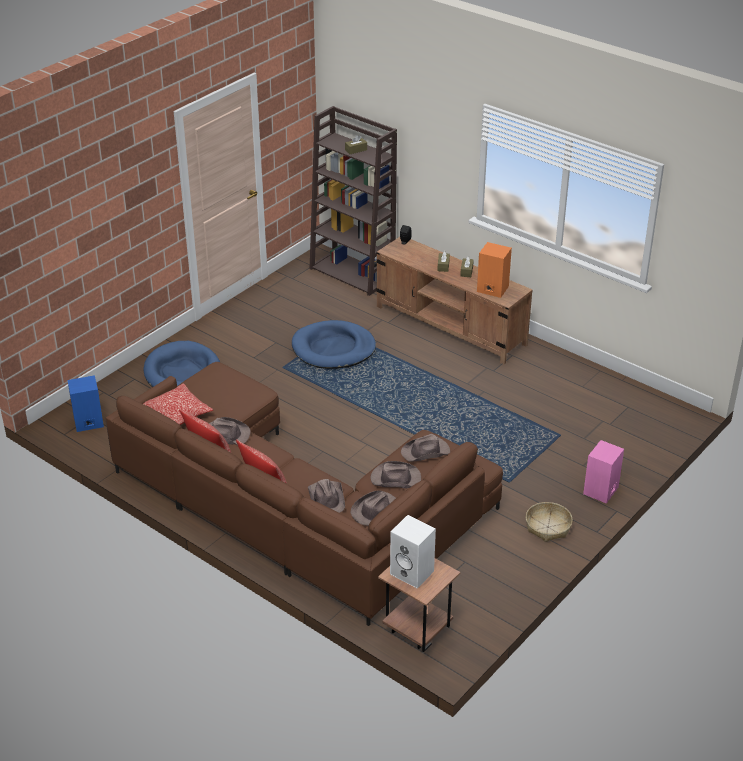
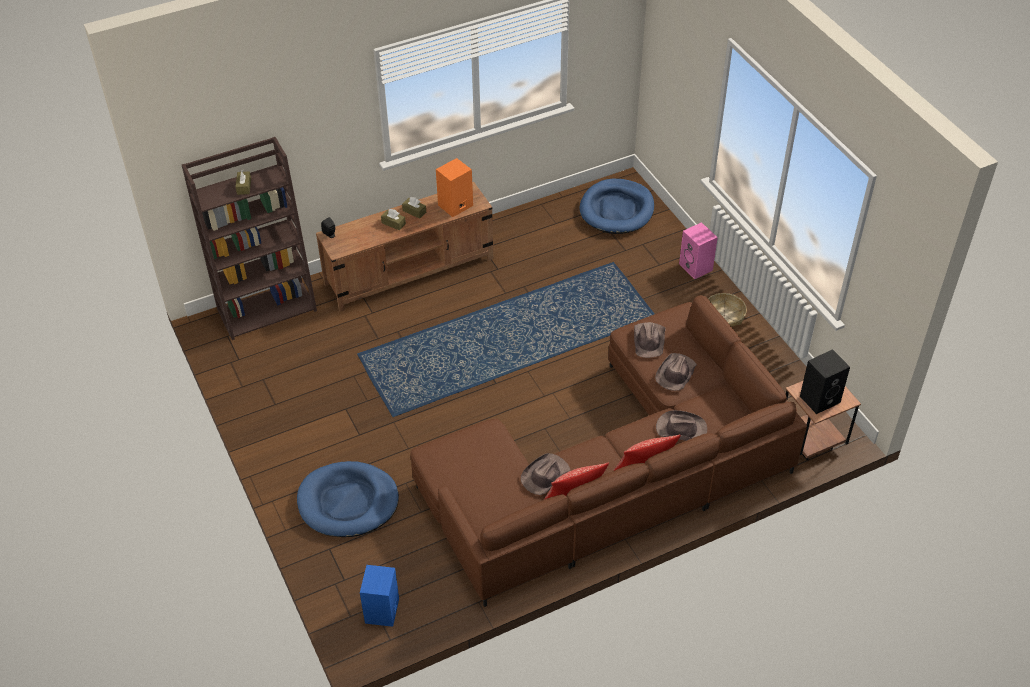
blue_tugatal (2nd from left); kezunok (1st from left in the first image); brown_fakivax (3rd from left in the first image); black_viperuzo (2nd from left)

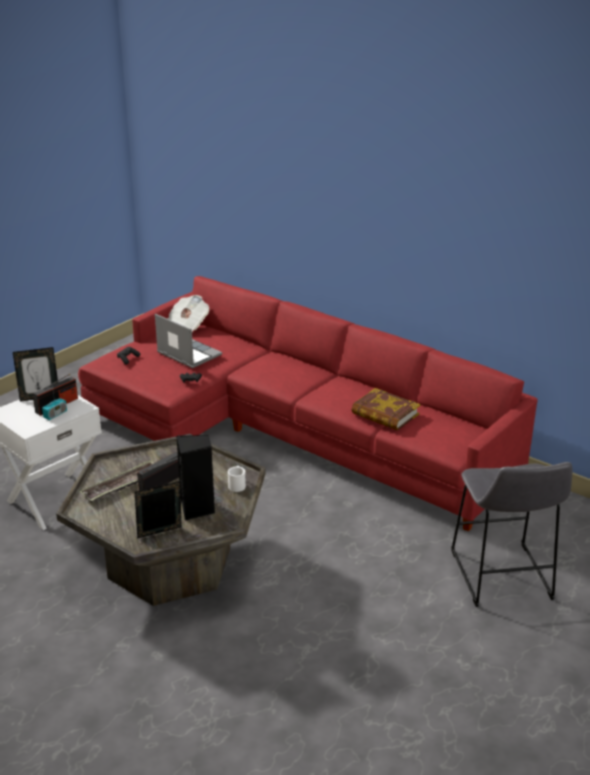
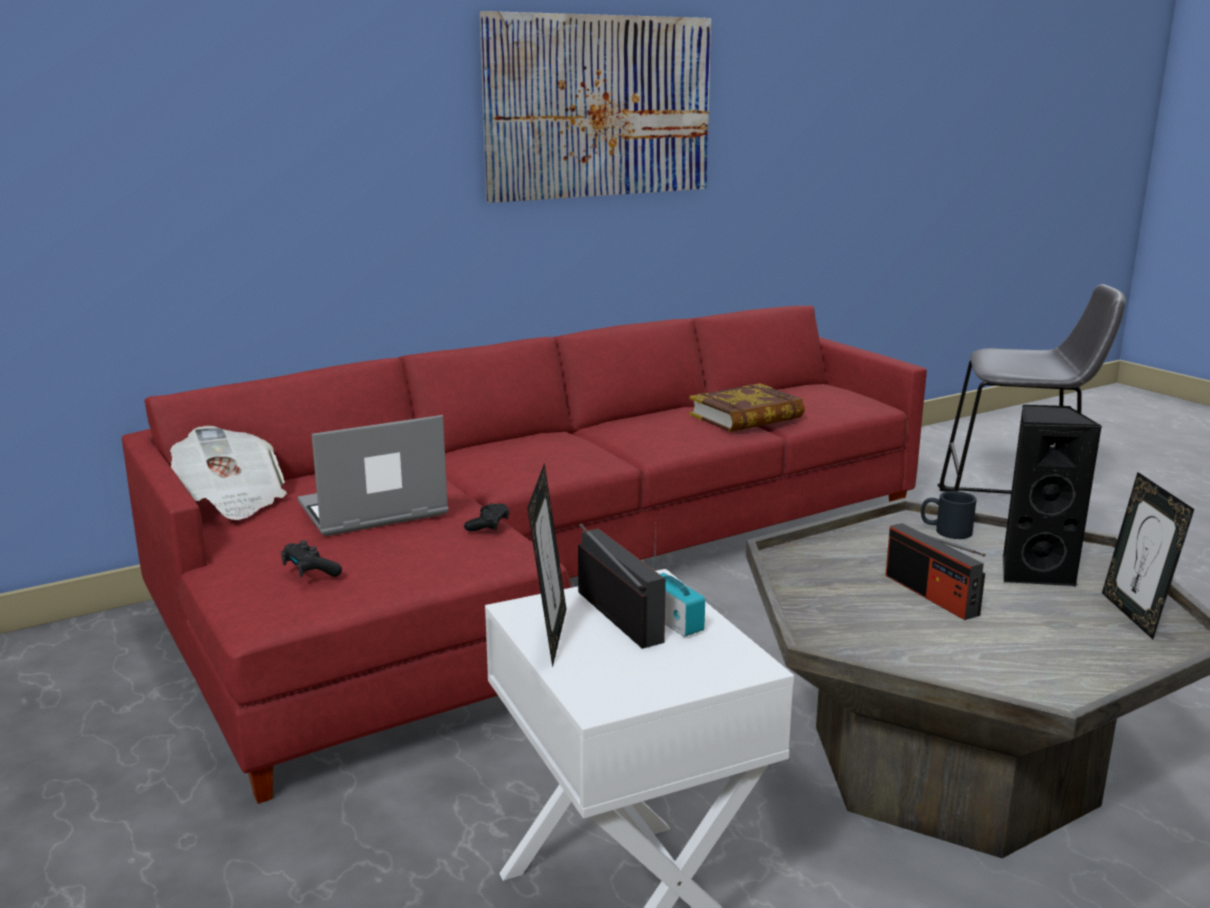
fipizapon; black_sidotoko; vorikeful

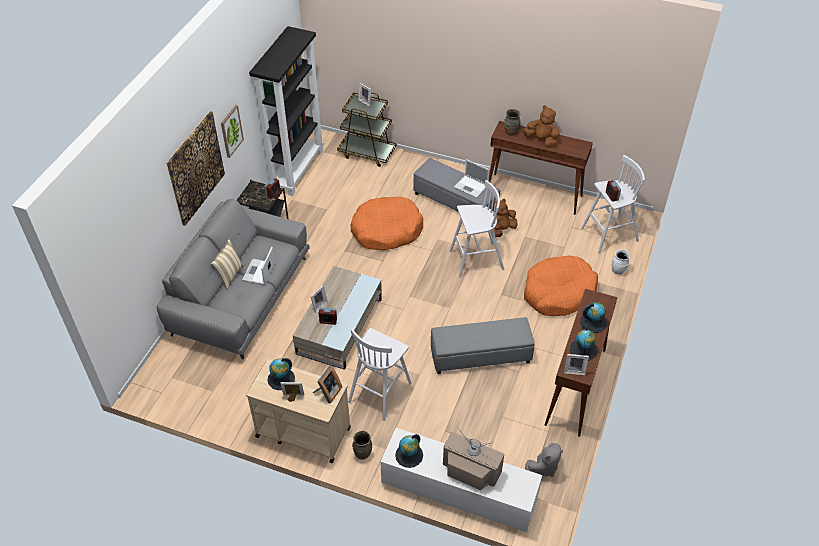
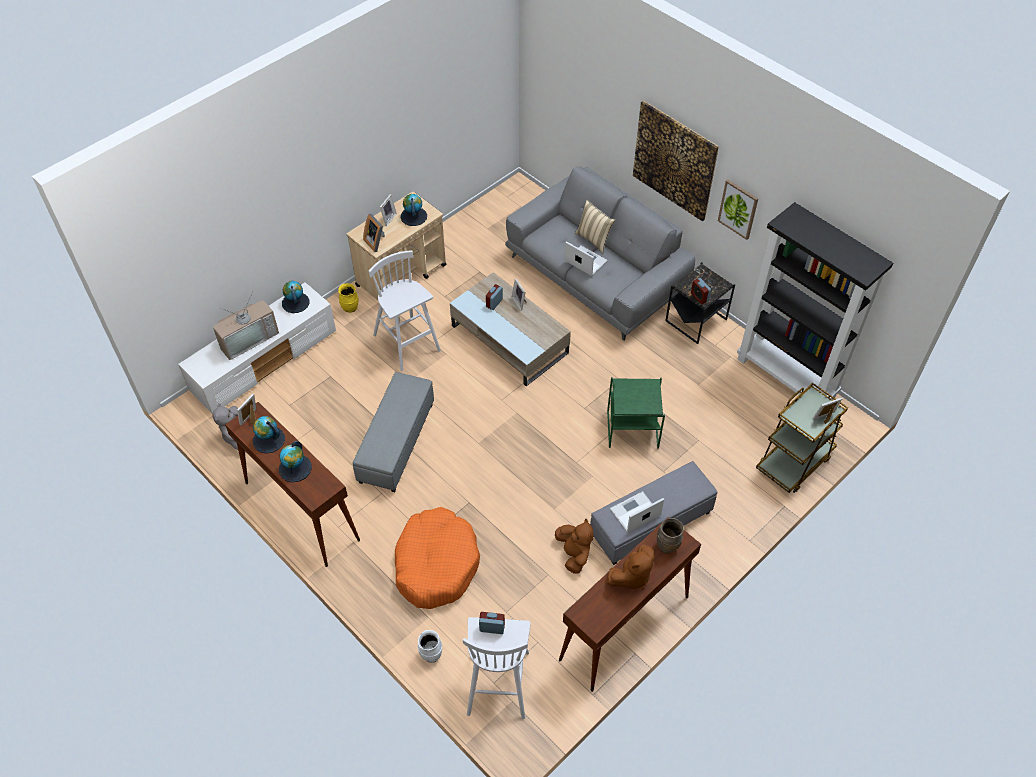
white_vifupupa (2nd from left in the first image); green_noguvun; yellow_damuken

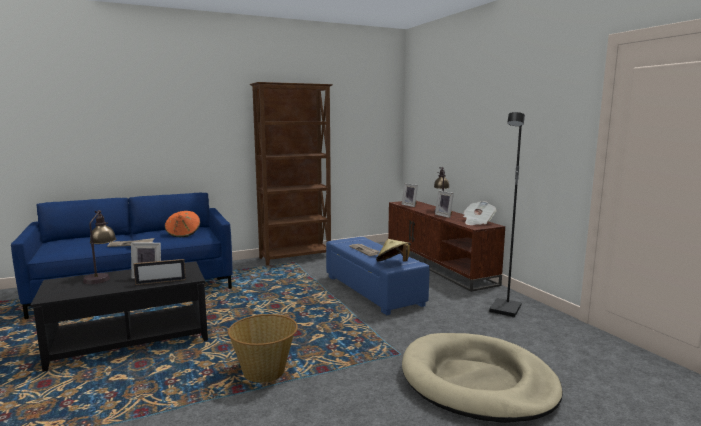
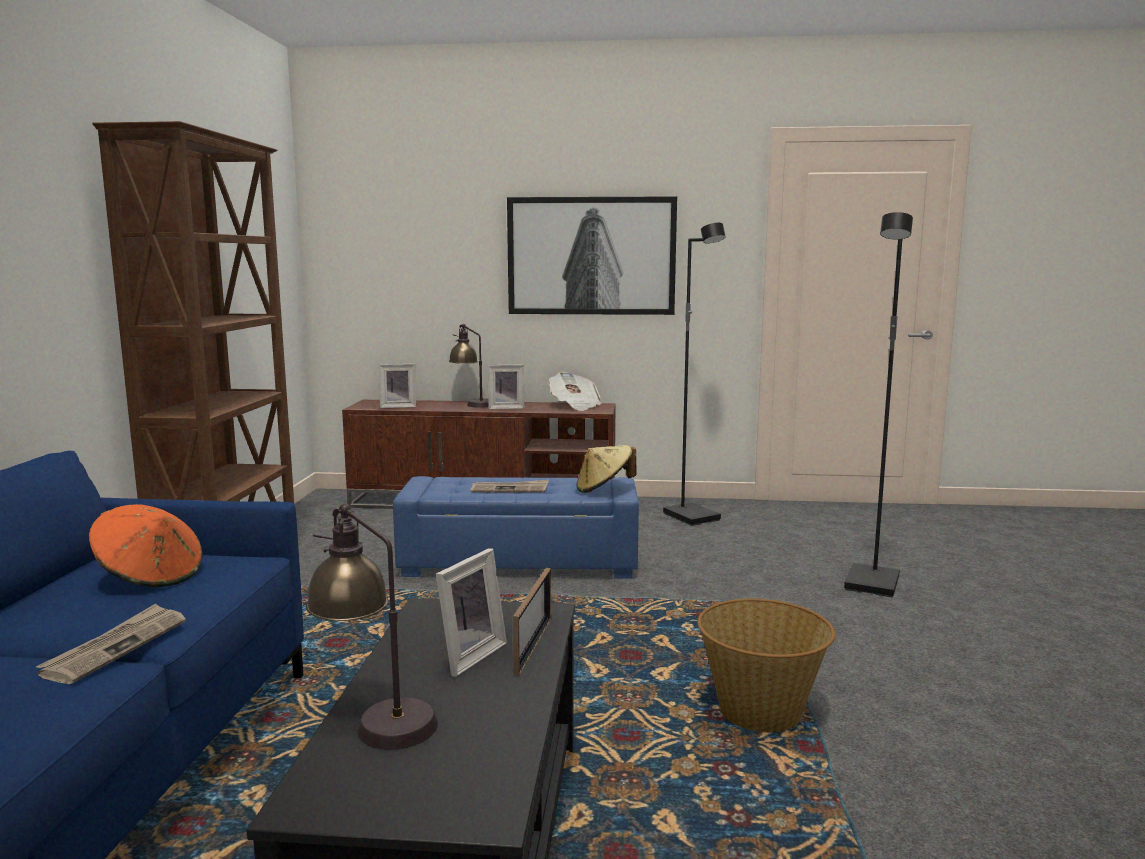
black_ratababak (2nd from left); vorikeful

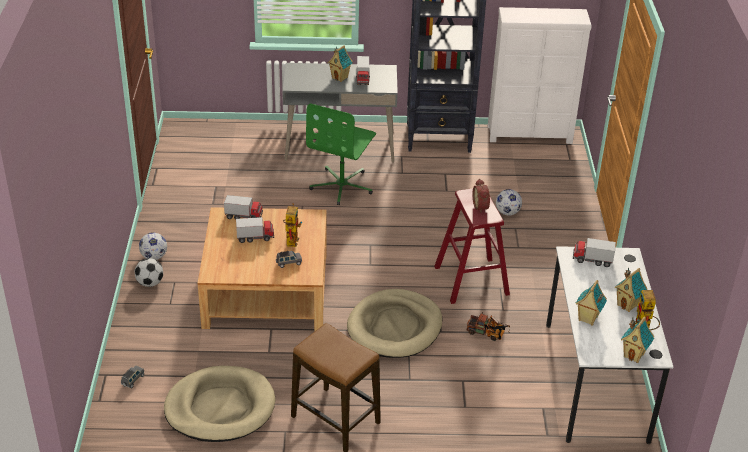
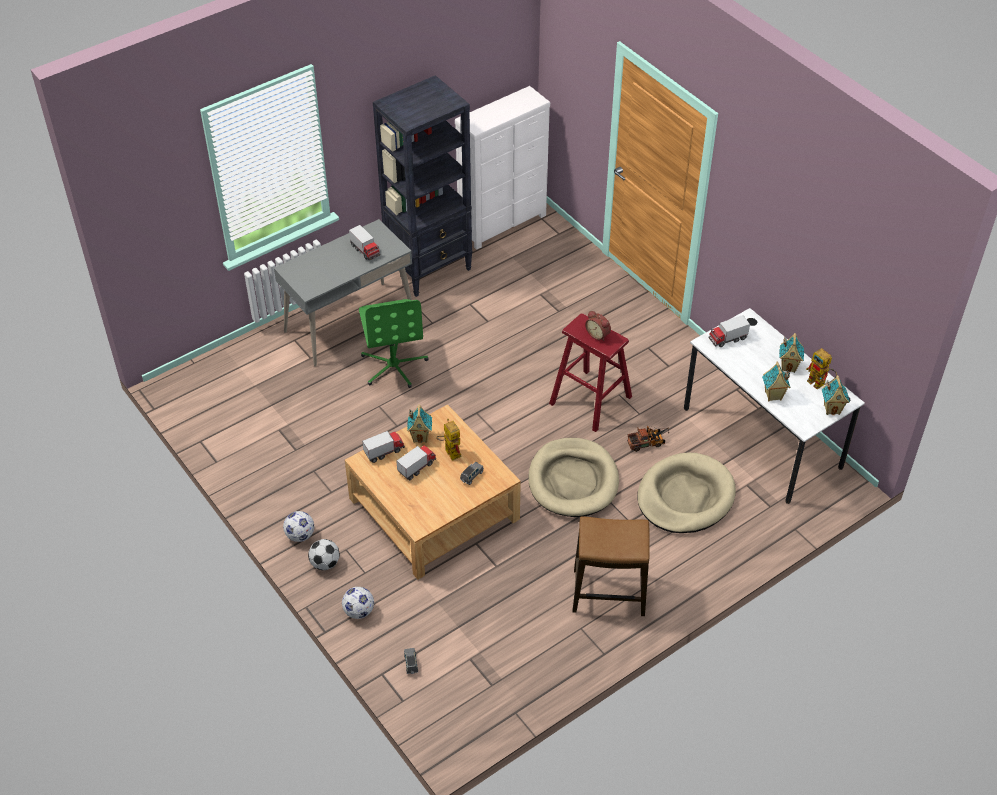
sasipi (1st from left); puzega (3rd from left); beige_tugatal (2nd from left)

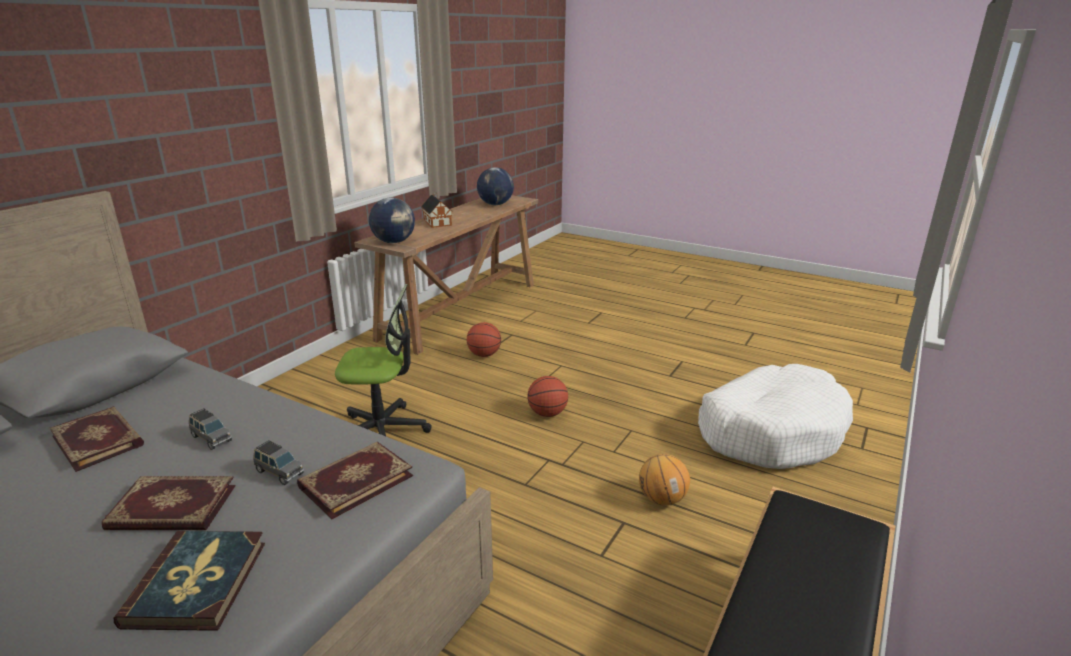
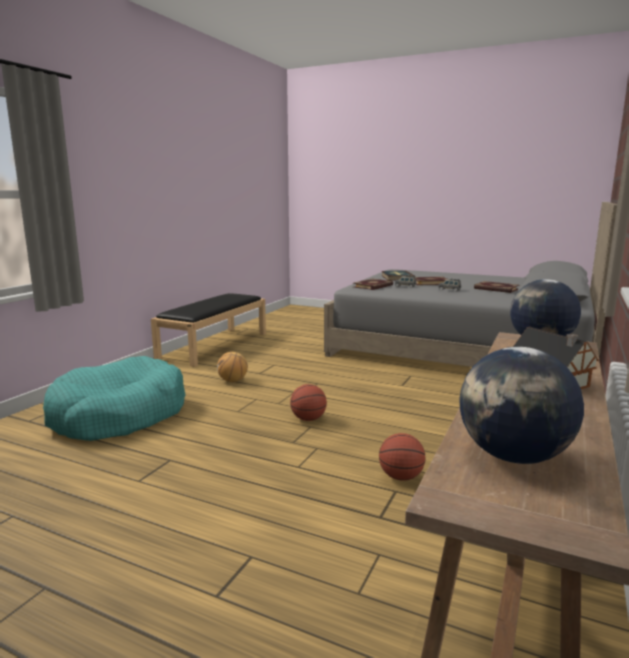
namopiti; turquoise_tugatal

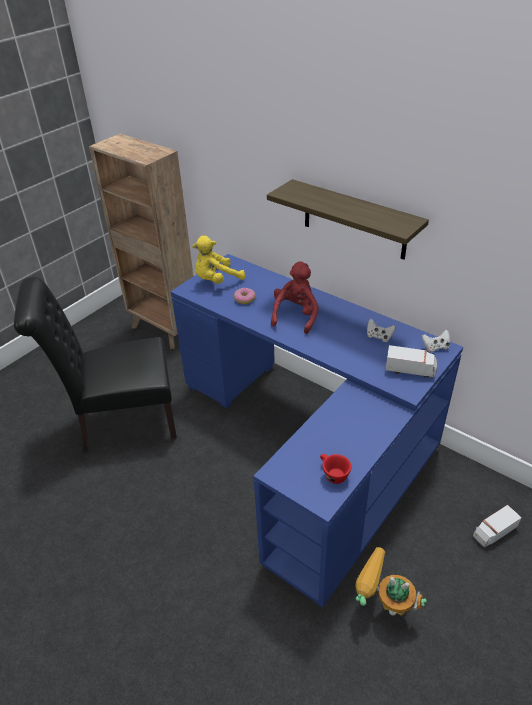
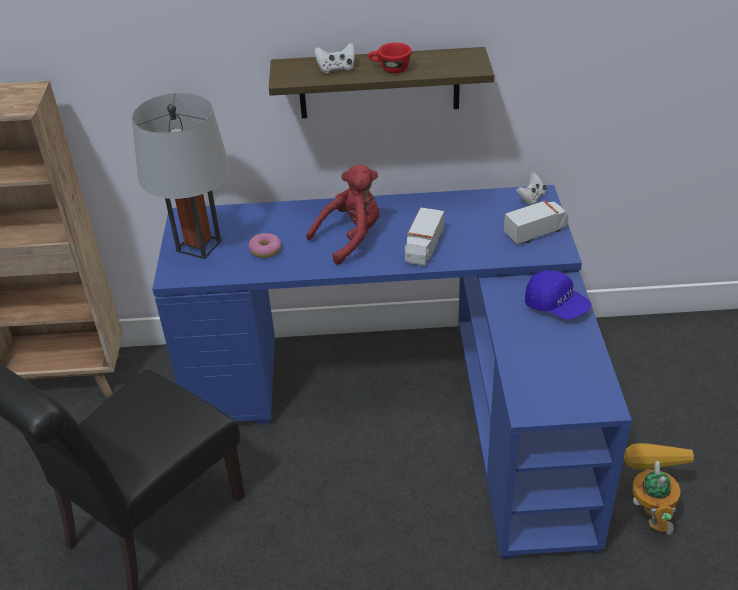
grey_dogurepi; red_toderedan; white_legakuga (1st from left); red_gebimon; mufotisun (1st from left); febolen; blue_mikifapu

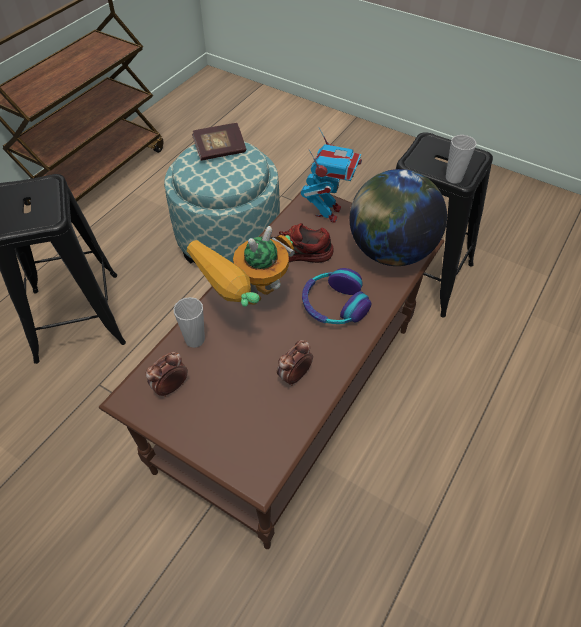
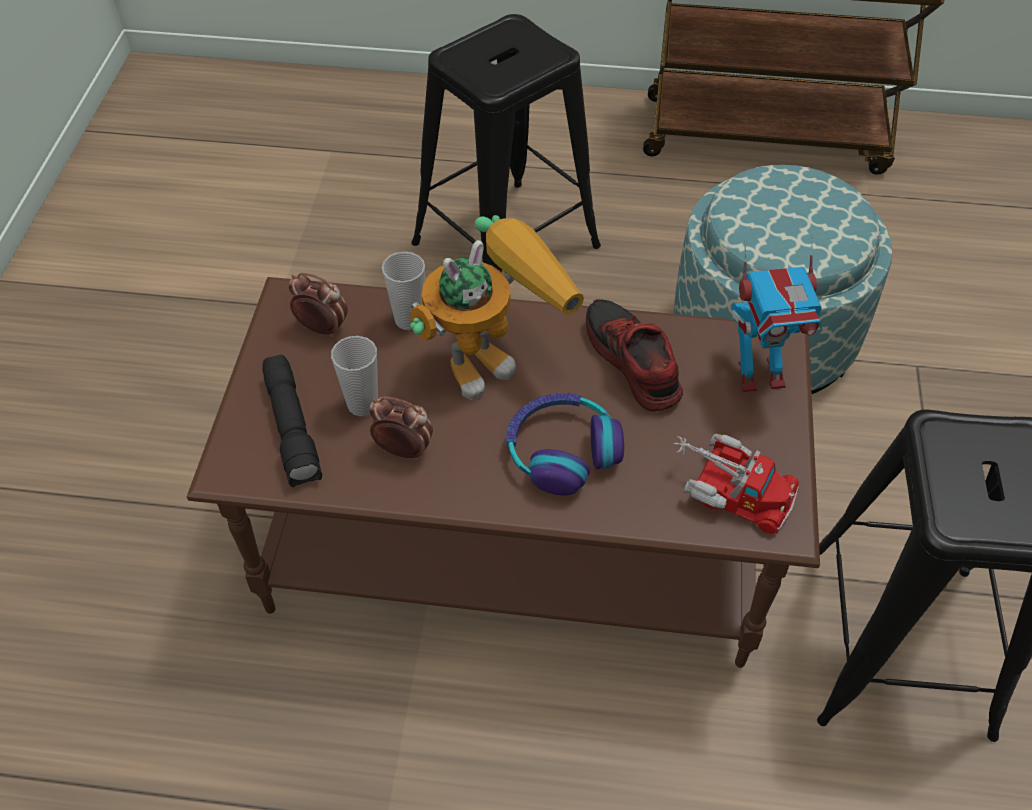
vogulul; gebimon (1st from left); mufotisun; febolen (1st from left); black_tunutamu

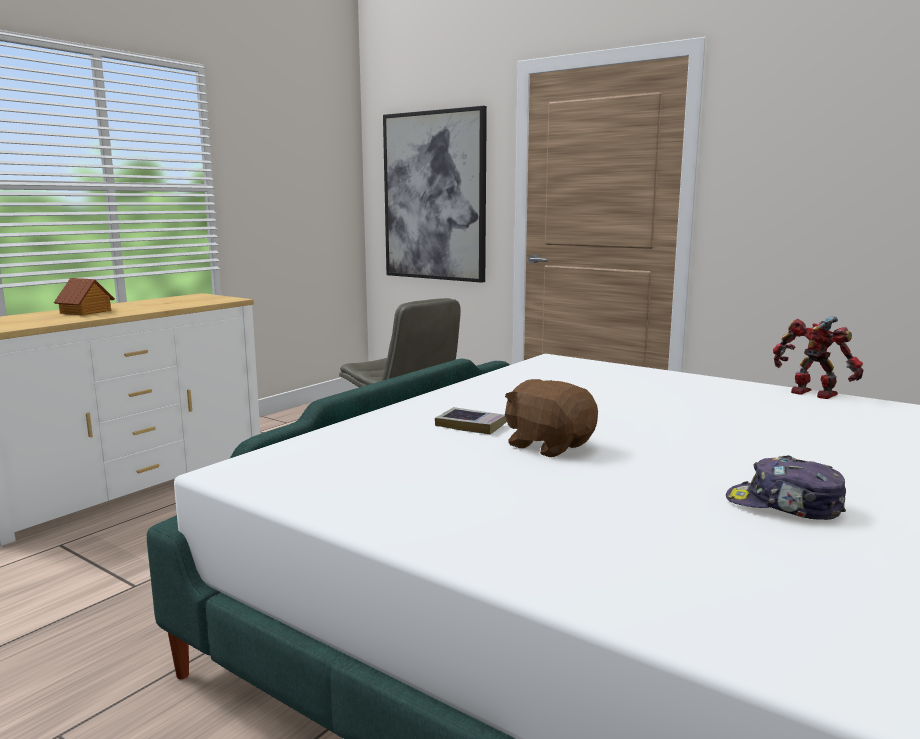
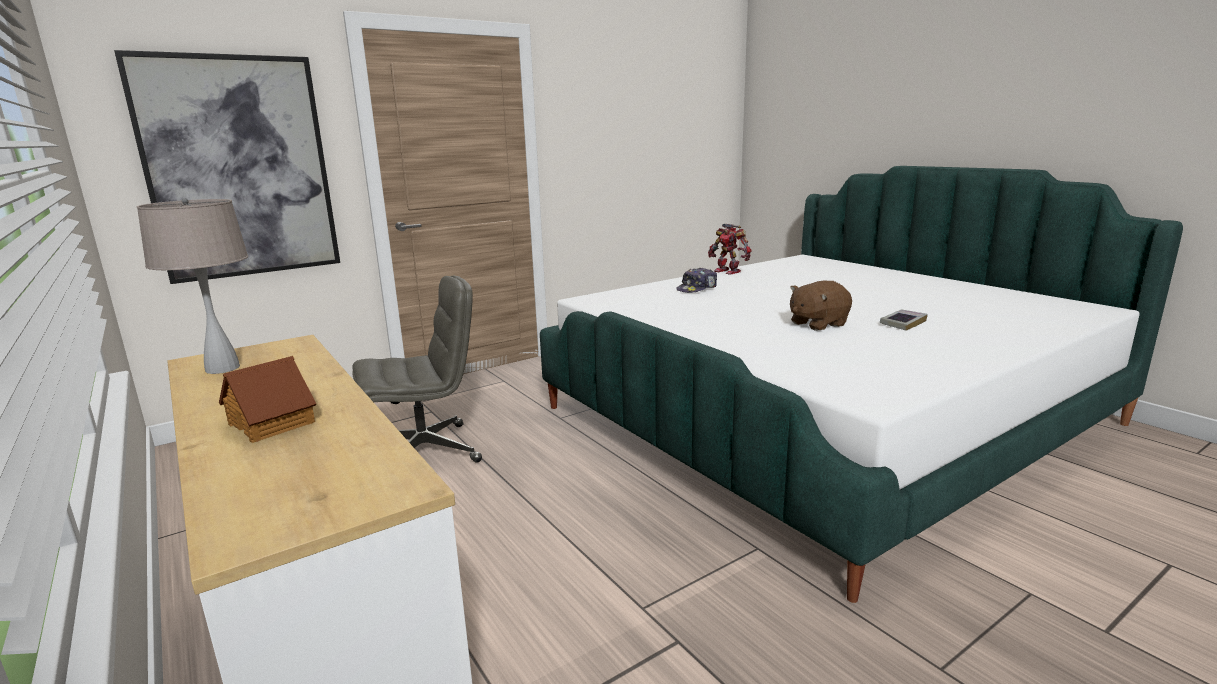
febolen; vogulul; mikifapu; beige_dogurepi

